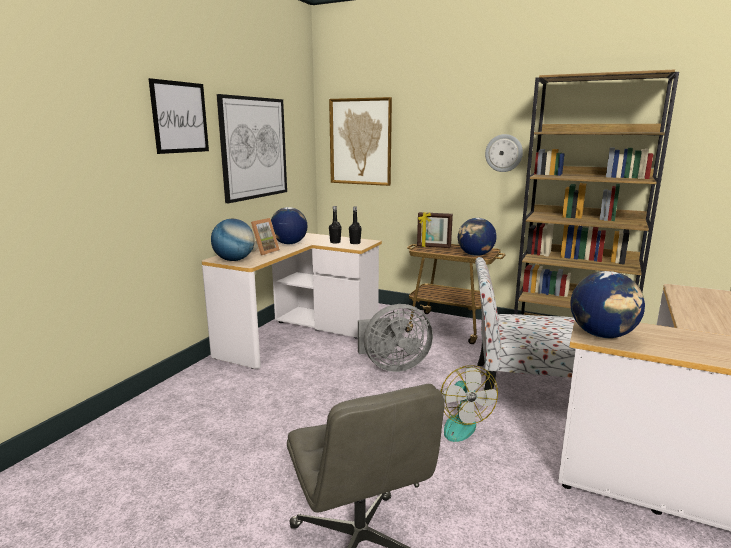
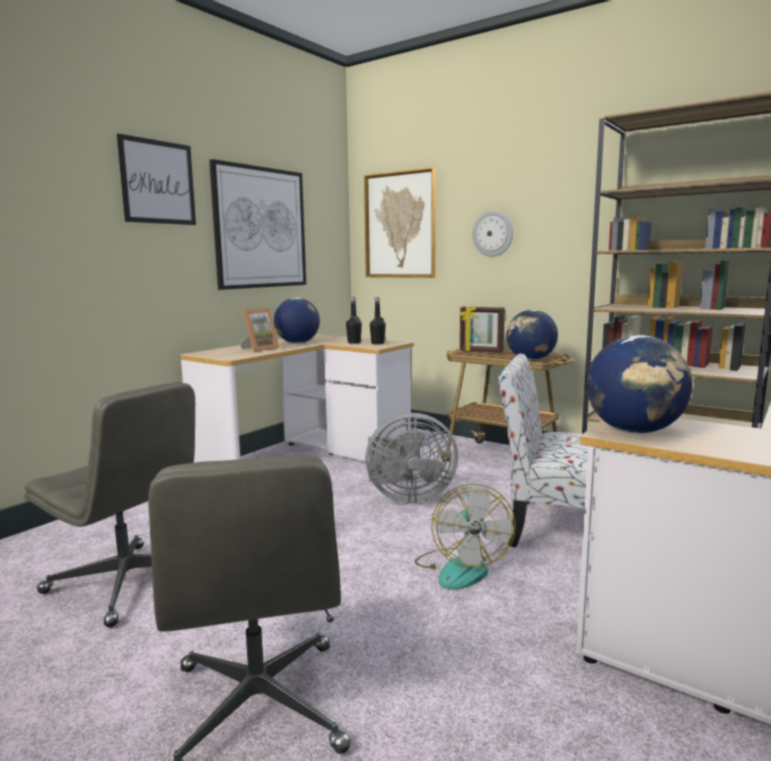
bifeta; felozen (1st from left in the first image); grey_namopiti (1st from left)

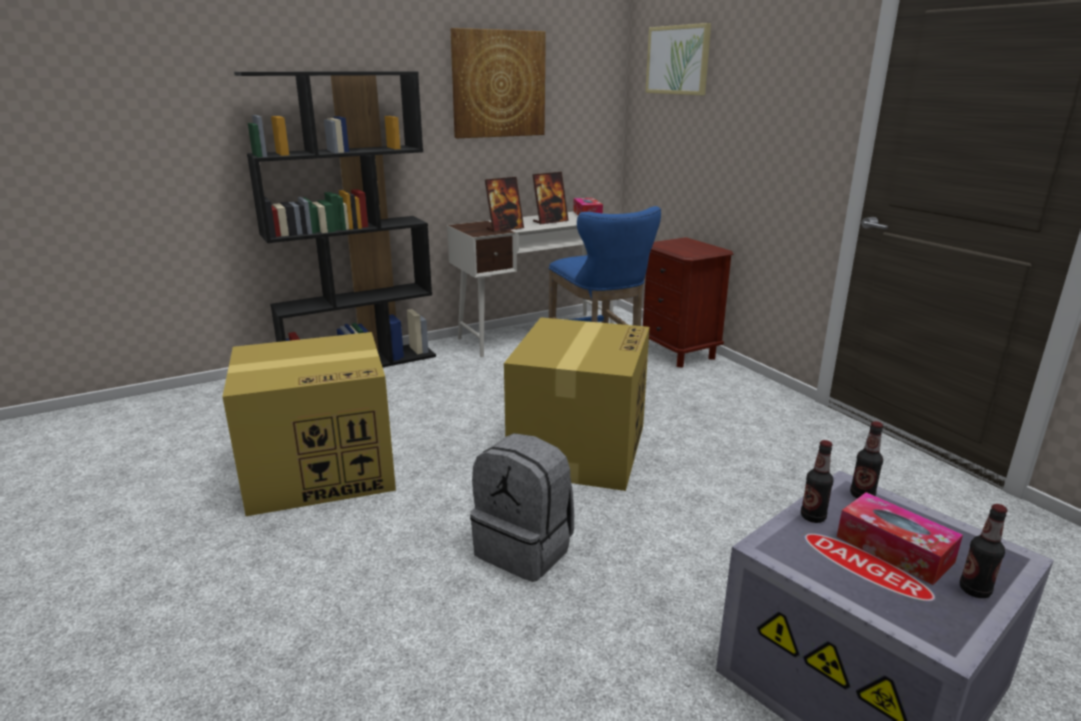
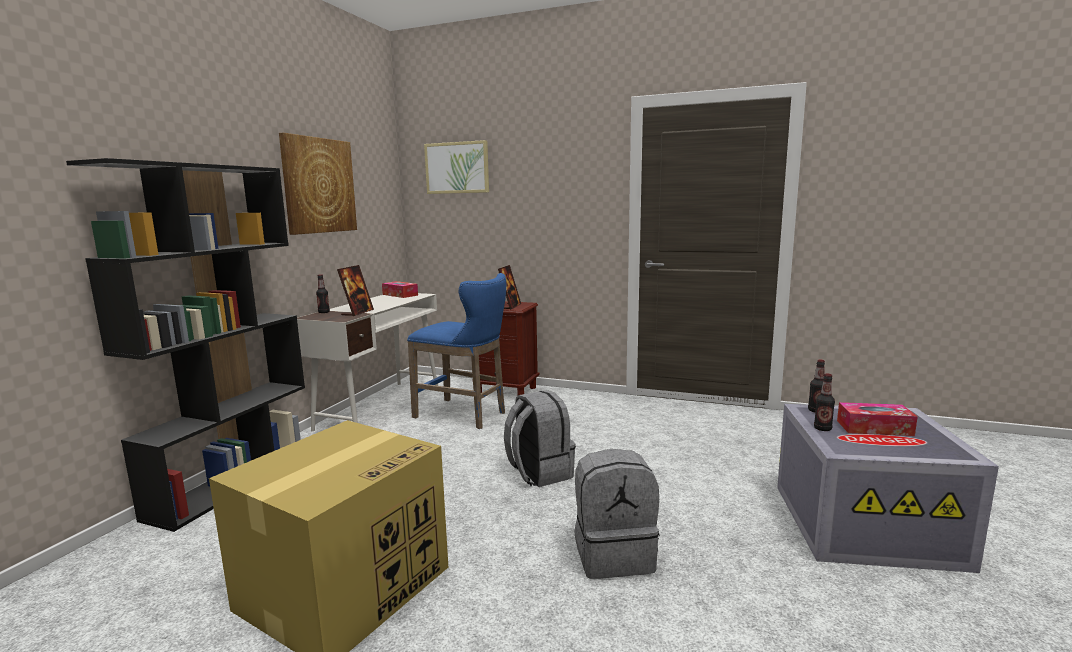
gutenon (2nd from left); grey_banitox (1st from left); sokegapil (1st from left)

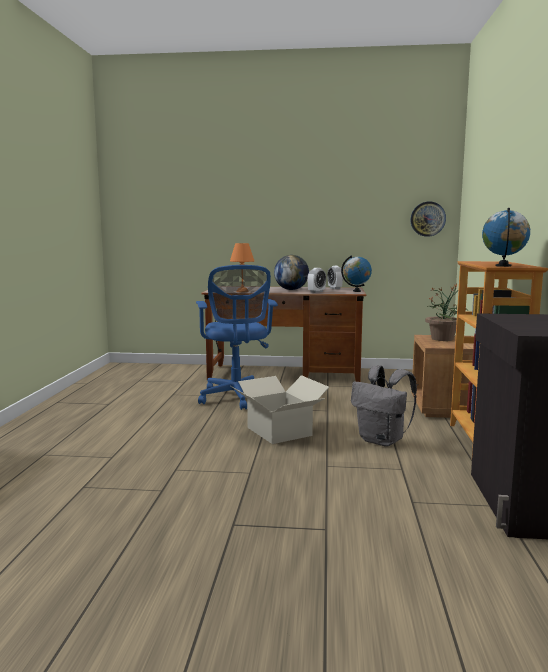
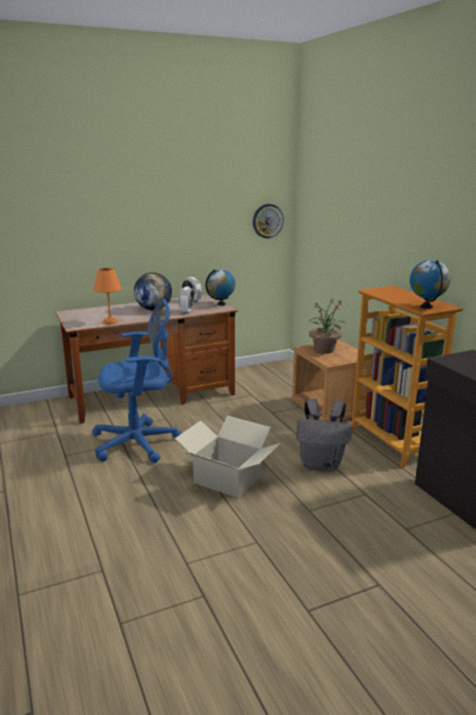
blue_namopiti

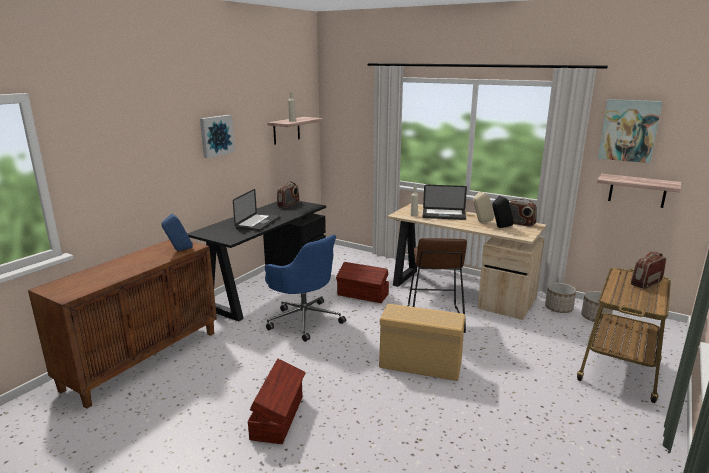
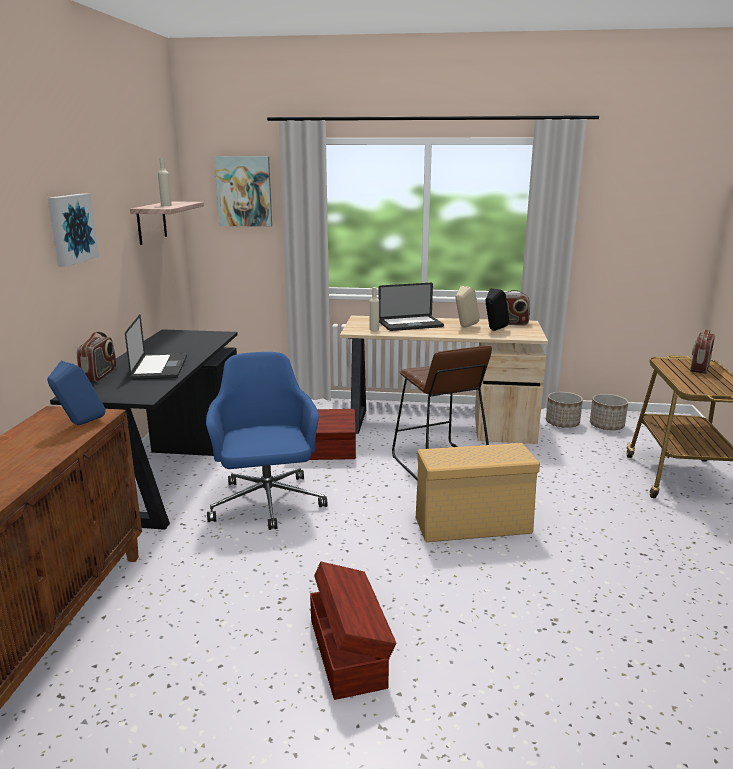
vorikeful (2nd from left); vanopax (2nd from left in the first image); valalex (1st from left); blue_namopiti

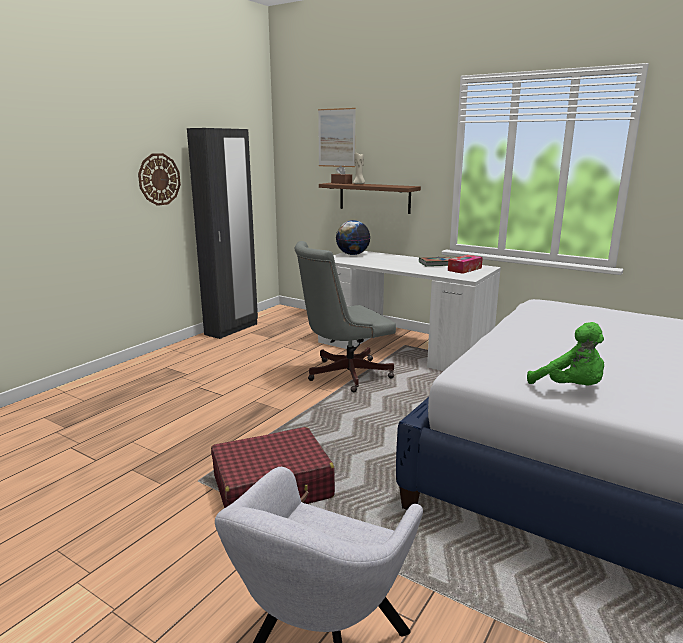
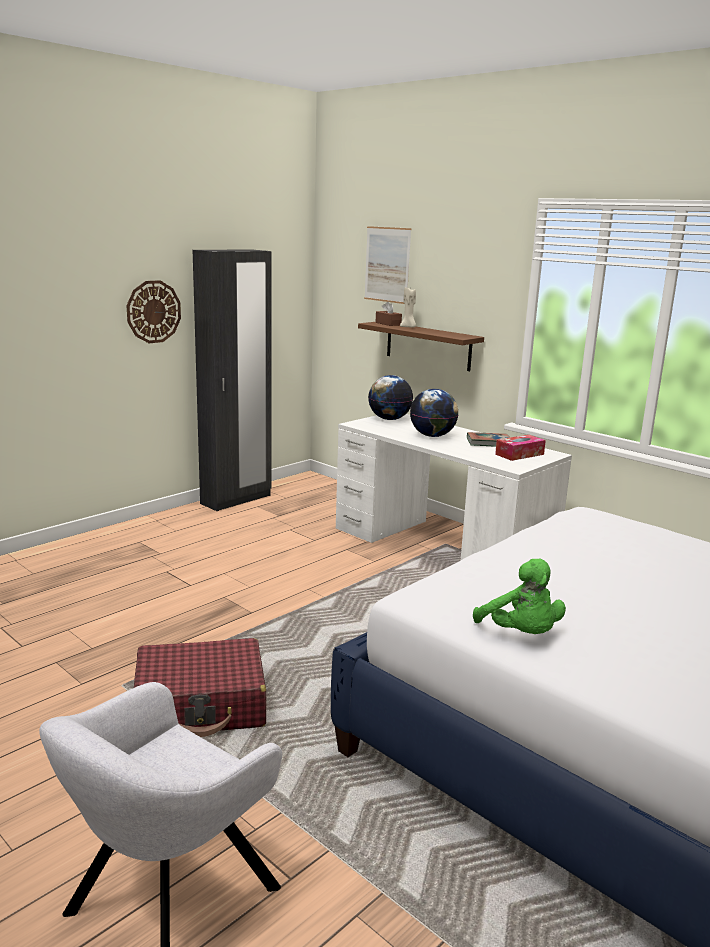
grey_namopiti; felozen (2nd from left)

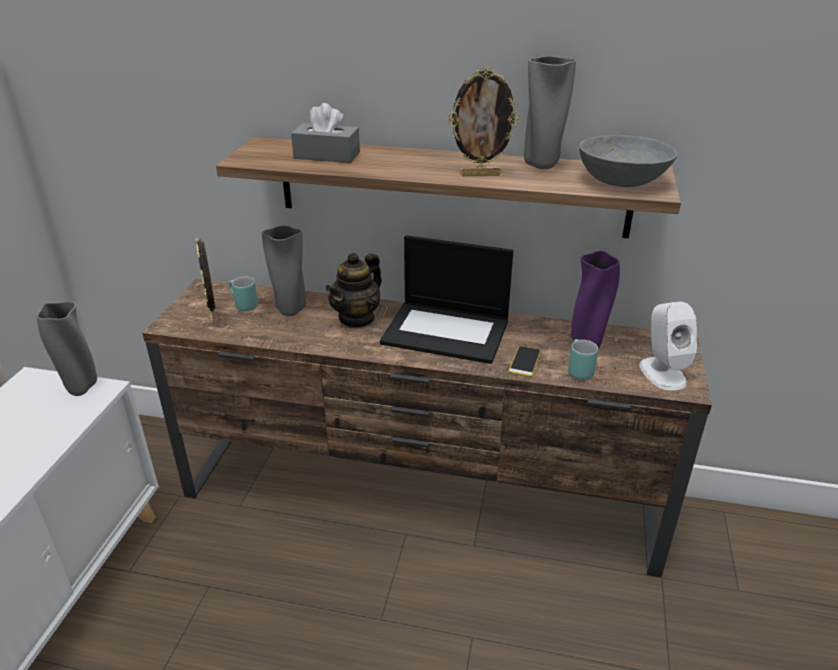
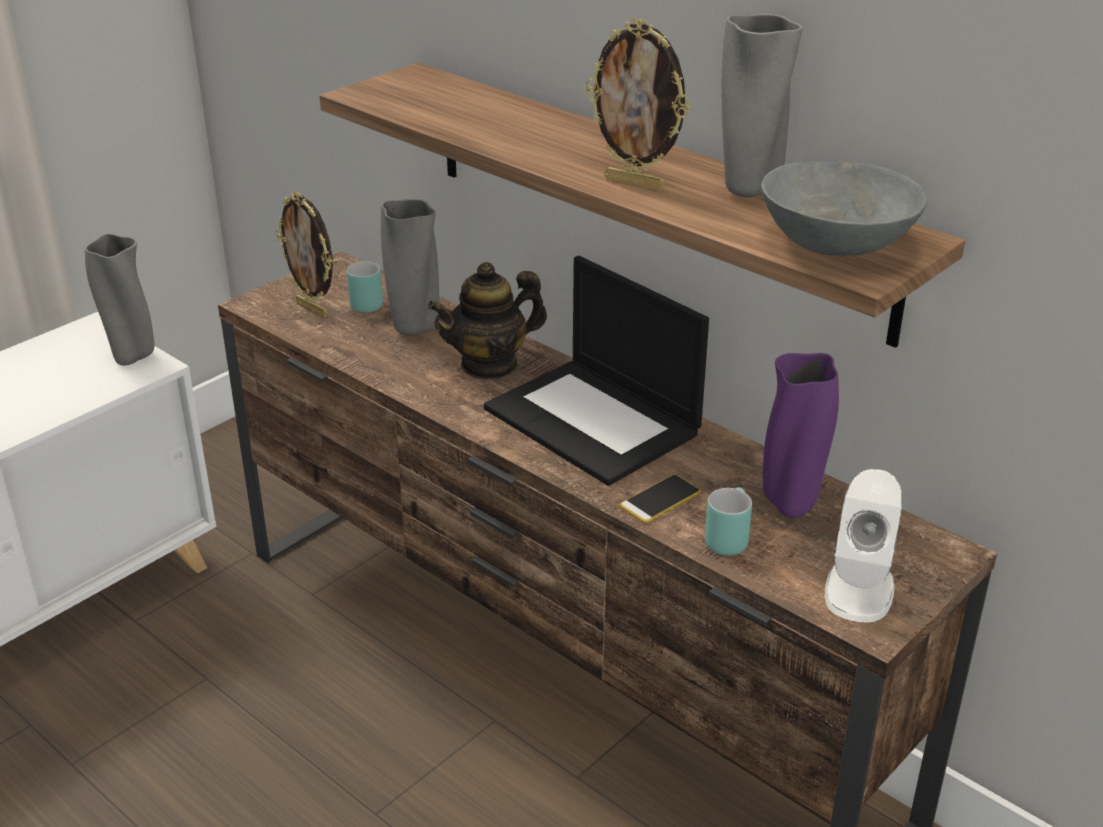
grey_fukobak; gutenon (1st from left)

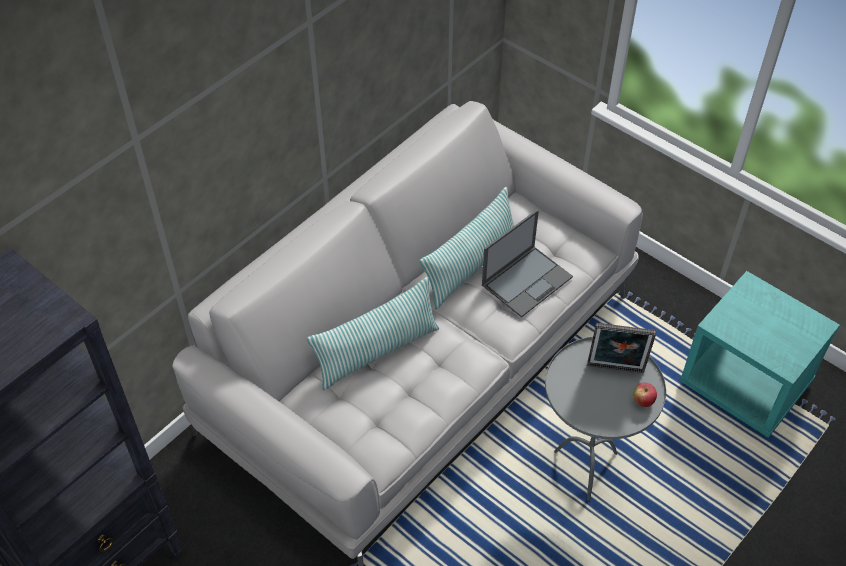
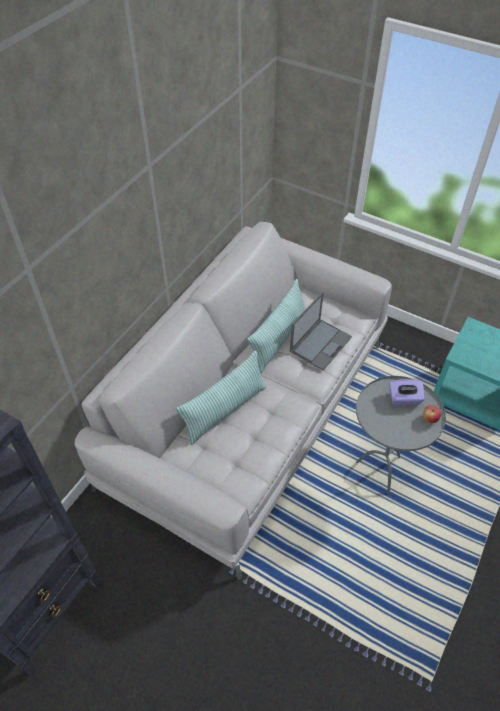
purple_fukobak

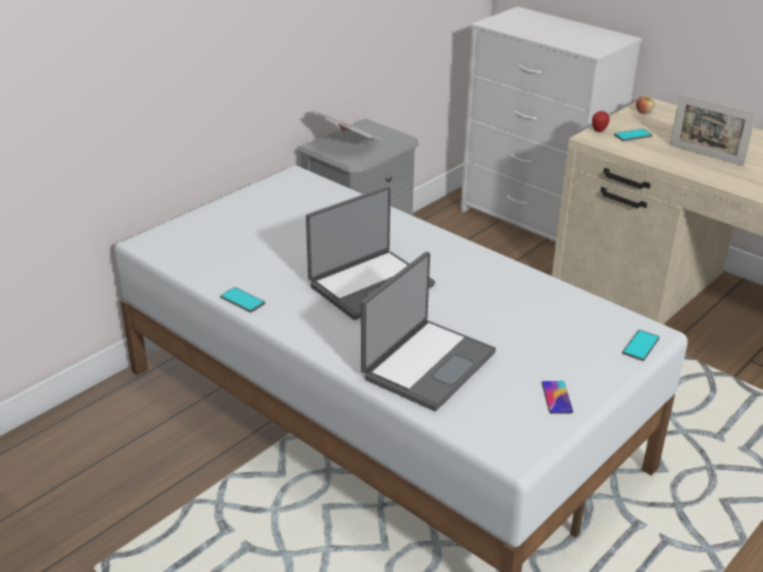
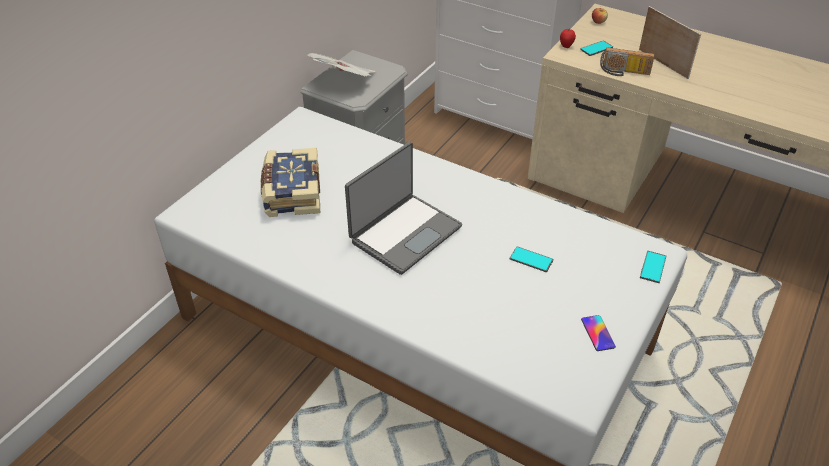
gutenon; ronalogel (2nd from left in the first image); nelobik (1st from left); valalex; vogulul

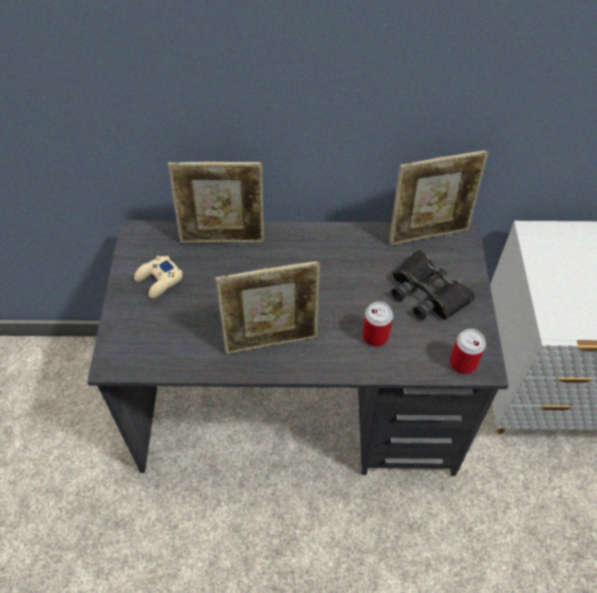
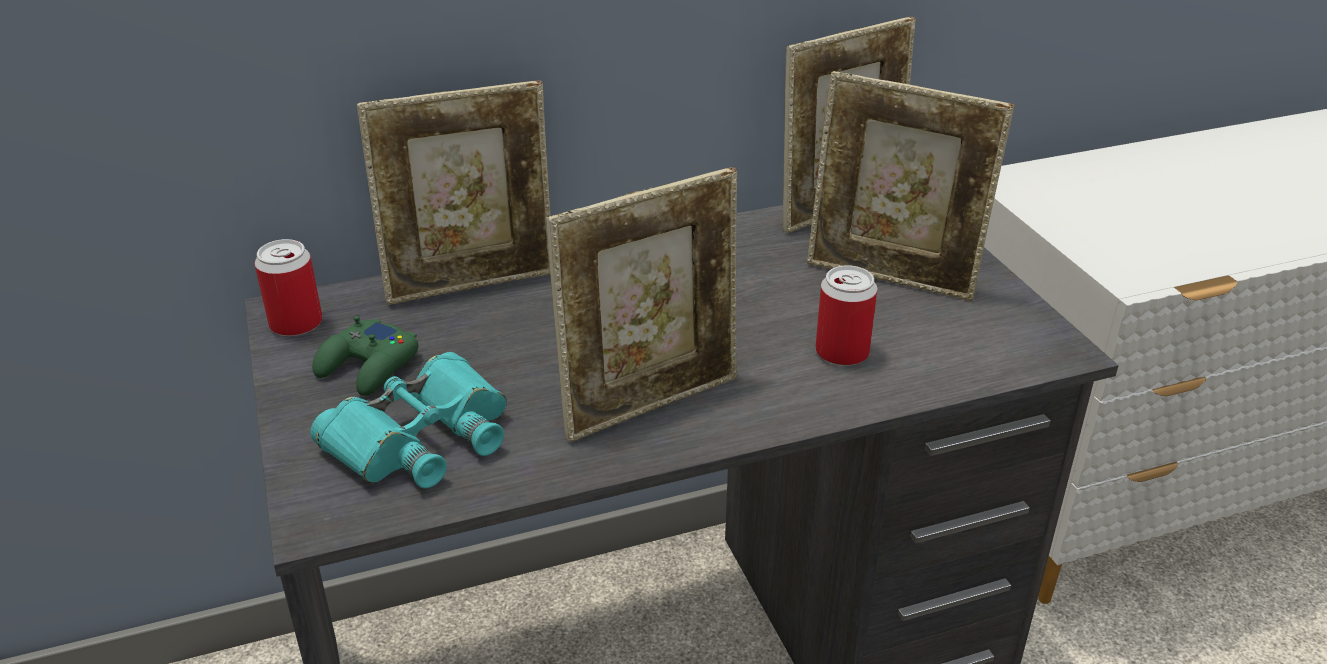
gutenon (4th from left); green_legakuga; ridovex (1st from left); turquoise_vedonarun

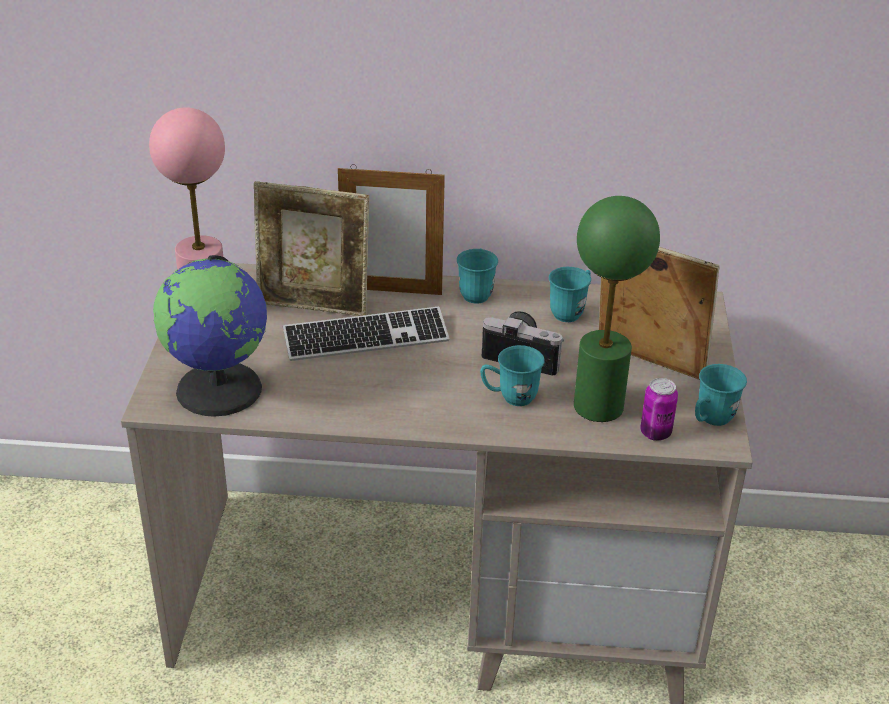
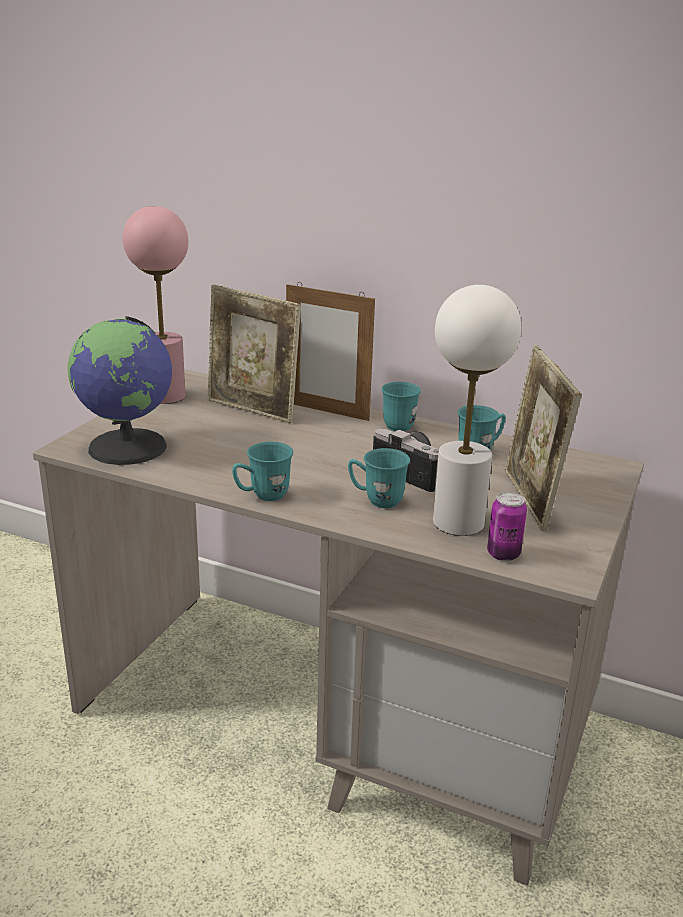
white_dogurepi; gutenon (3rd from left); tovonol; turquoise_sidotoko (1st from left)

